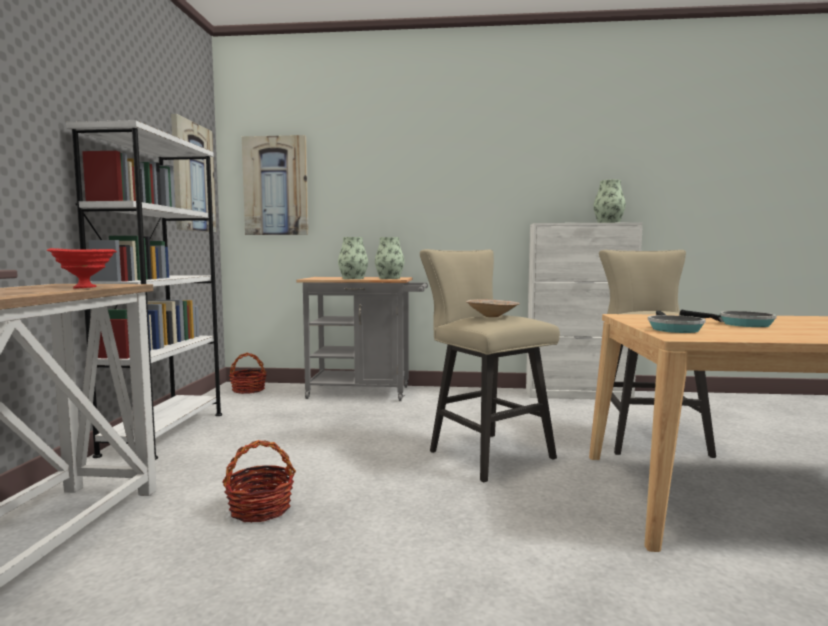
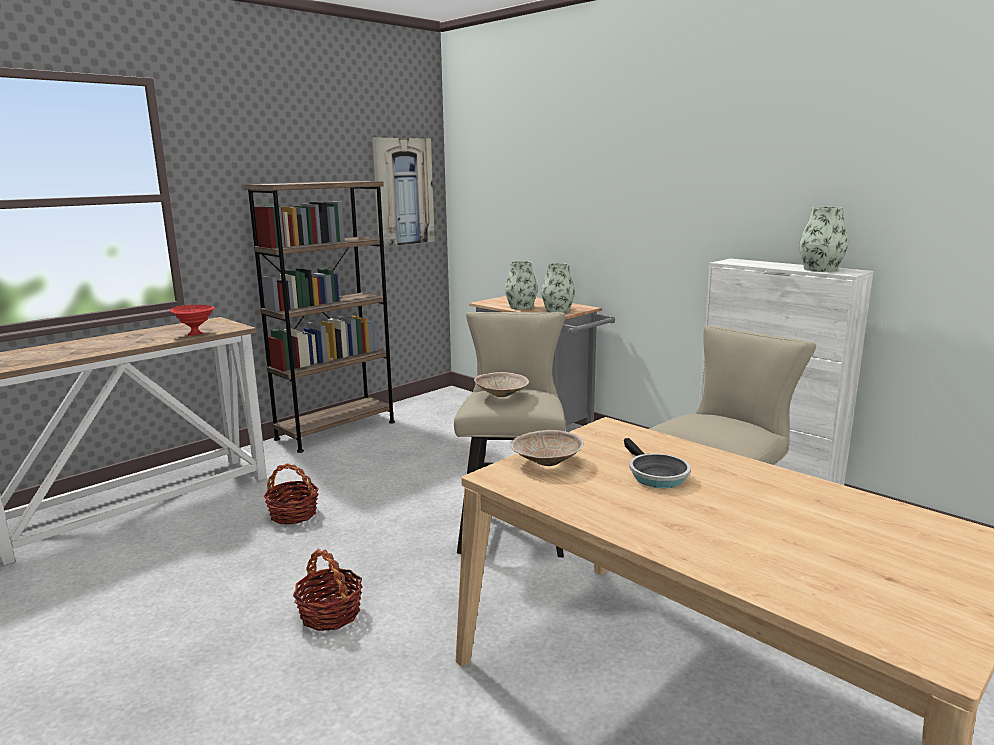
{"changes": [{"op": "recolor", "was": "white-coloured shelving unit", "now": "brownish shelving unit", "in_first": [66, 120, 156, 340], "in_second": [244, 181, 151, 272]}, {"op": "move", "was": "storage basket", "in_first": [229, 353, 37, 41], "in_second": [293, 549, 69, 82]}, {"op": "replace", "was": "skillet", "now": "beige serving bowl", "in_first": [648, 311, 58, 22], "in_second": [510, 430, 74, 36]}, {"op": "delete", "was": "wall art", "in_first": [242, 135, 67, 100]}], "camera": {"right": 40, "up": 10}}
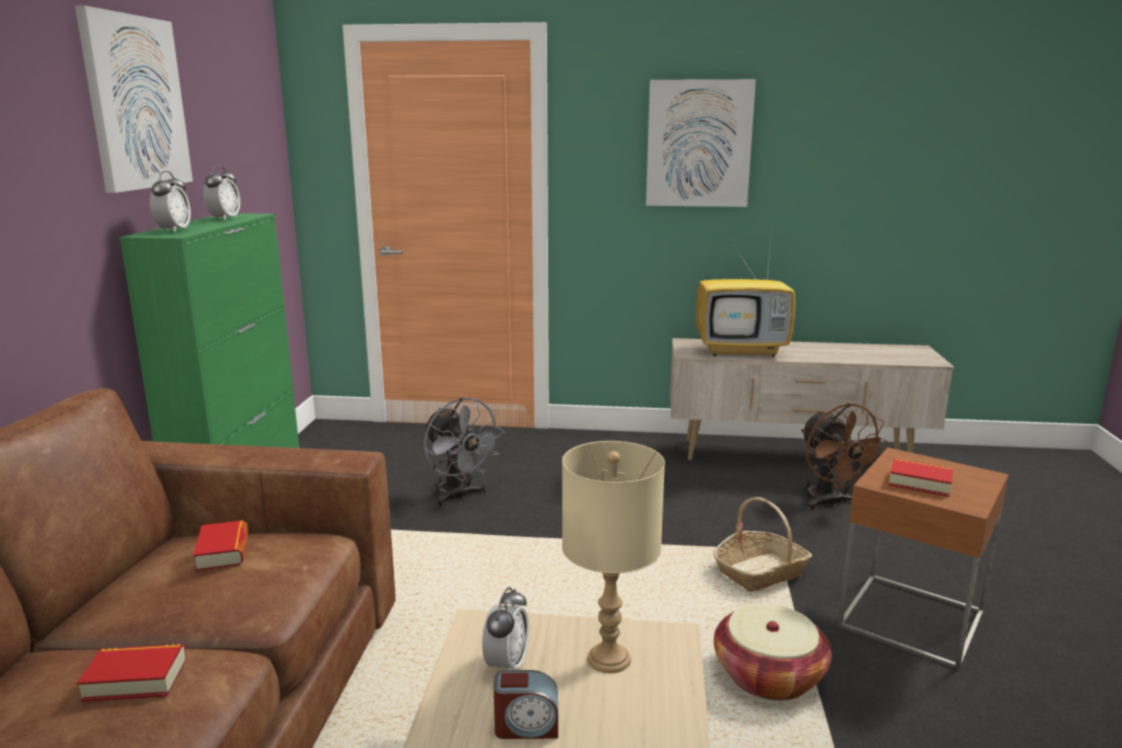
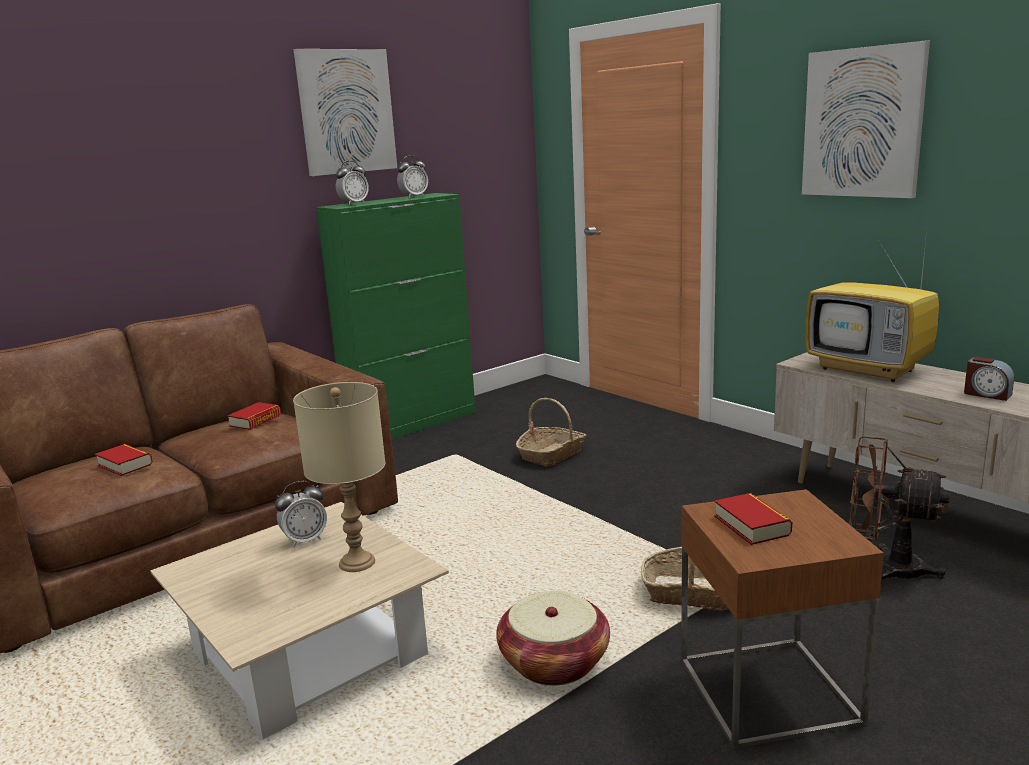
{"changes": [{"op": "replace", "was": "greyish electric fan", "now": "storage basket", "in_first": [424, 397, 81, 110], "in_second": [516, 398, 70, 69]}, {"op": "rotate", "was": "brownish electric fan", "in_first": [801, 403, 88, 107], "in_second": [849, 436, 101, 148], "clockwise": 90}, {"op": "move", "was": "bedside clock", "in_first": [494, 670, 64, 69], "in_second": [964, 357, 50, 44]}], "camera": {"right": 45, "up": 0}}
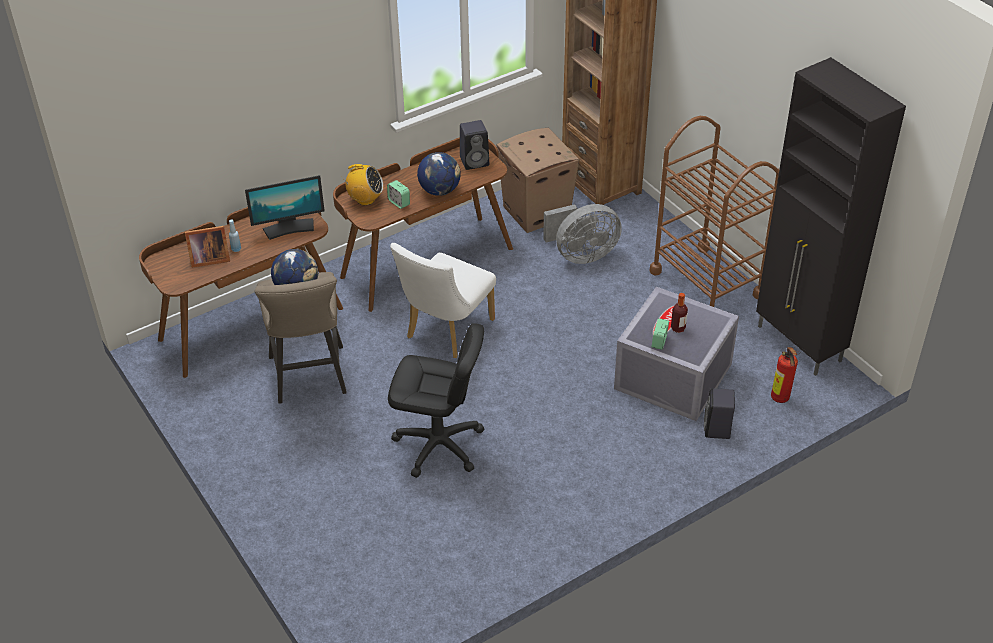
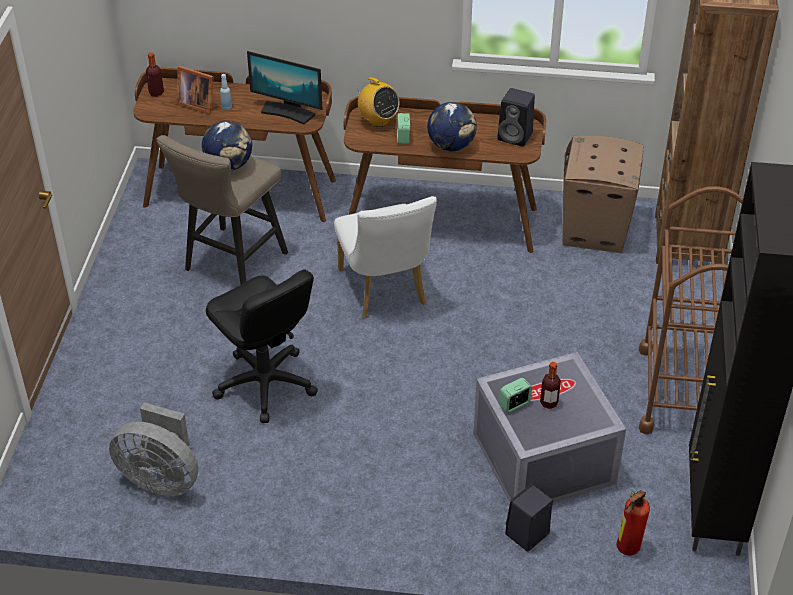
{"changes": [{"op": "move", "was": "greyish electric fan", "in_first": [543, 204, 79, 60], "in_second": [109, 402, 89, 94]}, {"op": "insert", "now": "drink bottle", "in_second": [146, 53, 18, 44]}, {"op": "rotate", "was": "white-coloured chair", "in_first": [390, 243, 106, 115], "in_second": [334, 196, 103, 122], "clockwise": -90}], "camera": {"right": 40, "up": 0}}
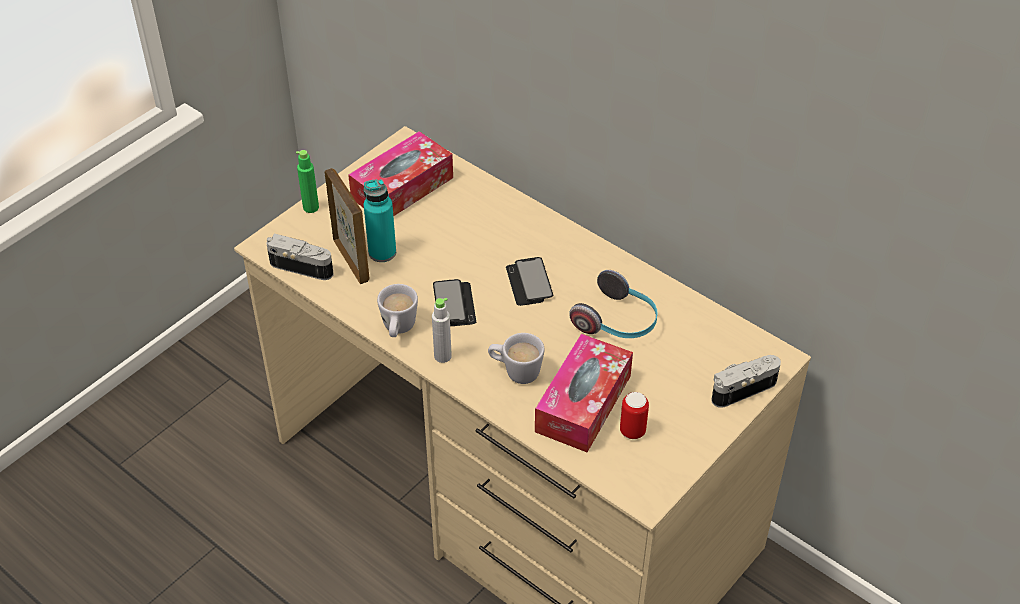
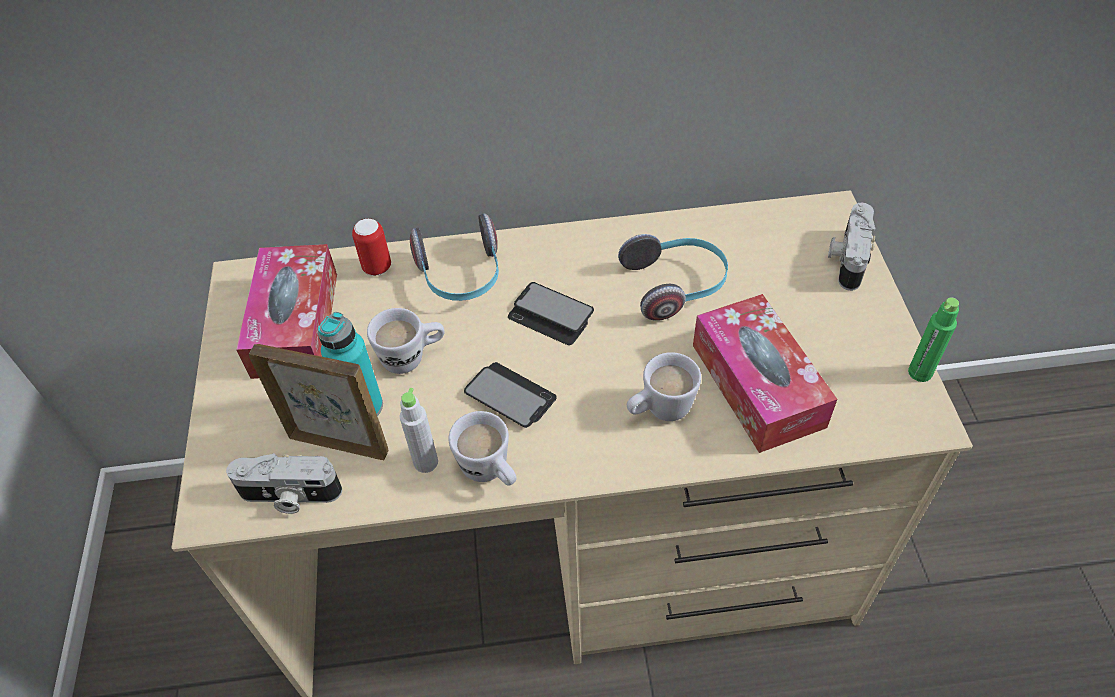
{"changes": [{"op": "rotate", "was": "still camera", "in_first": [266, 233, 67, 47], "in_second": [226, 453, 116, 61], "clockwise": -150}, {"op": "move", "was": "metal can", "in_first": [620, 392, 29, 47], "in_second": [352, 218, 39, 58]}, {"op": "insert", "now": "white-coloured tea mug", "in_second": [367, 308, 78, 66]}, {"op": "move", "was": "greyish drink bottle", "in_first": [432, 298, 20, 65], "in_second": [399, 388, 39, 85]}, {"op": "insert", "now": "headset", "in_second": [410, 214, 89, 87]}, {"op": "move", "was": "greenish drink bottle", "in_first": [296, 150, 23, 63], "in_second": [908, 297, 51, 85]}], "camera": {"right": -45, "up": 5}}
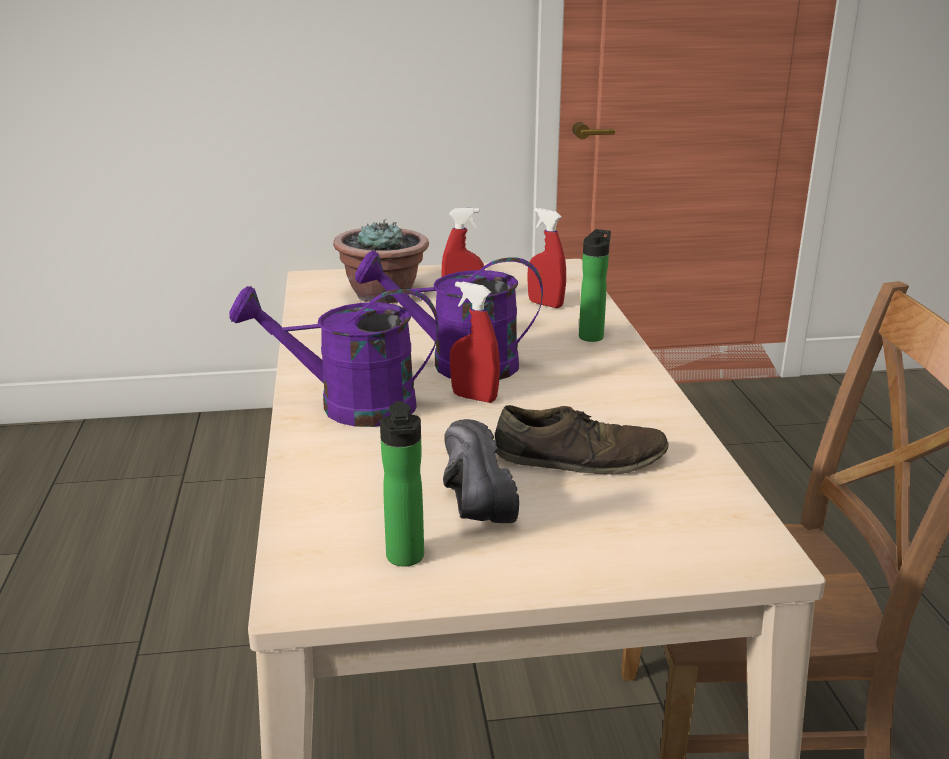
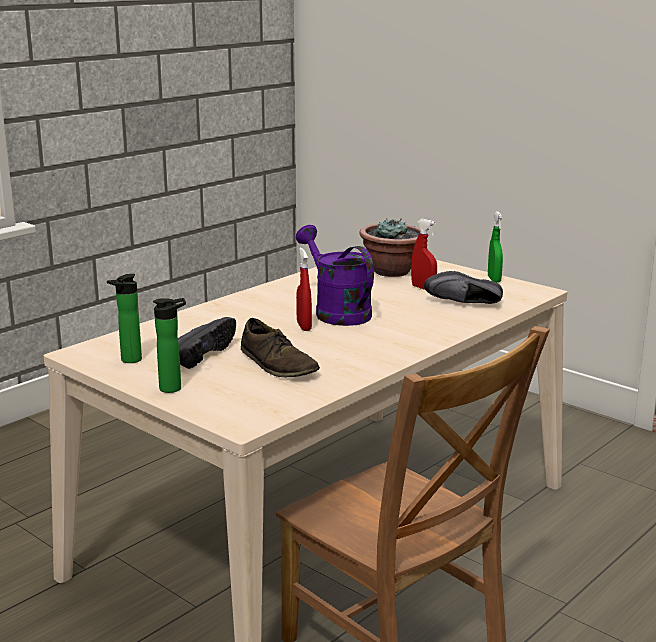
{"changes": [{"op": "move", "was": "drink bottle", "in_first": [579, 229, 32, 113], "in_second": [153, 298, 33, 95]}, {"op": "replace", "was": "red-coloured sprayer", "now": "black shoe", "in_first": [527, 208, 39, 100], "in_second": [424, 271, 79, 33]}, {"op": "insert", "now": "greenish sprayer", "in_second": [488, 212, 15, 71]}, {"op": "delete", "was": "purple sprinkling can", "in_first": [229, 286, 210, 141]}], "camera": {"right": 50, "up": -5}}
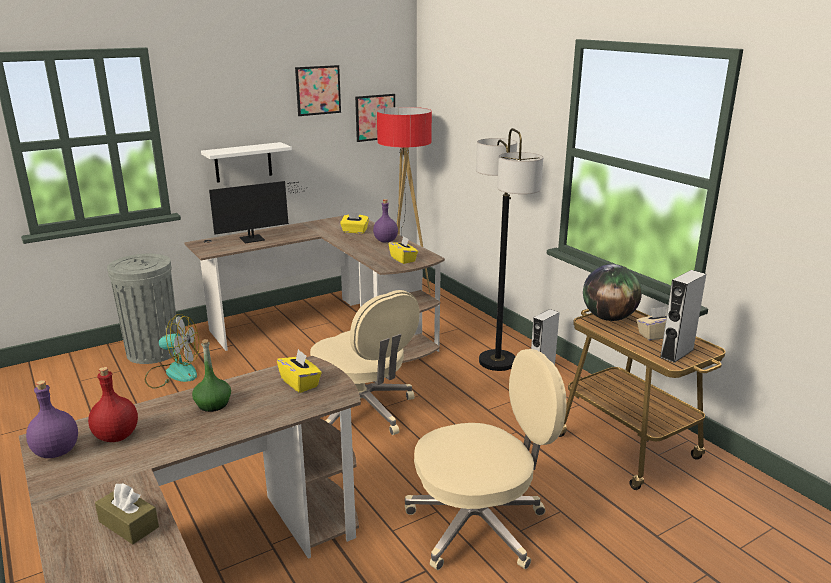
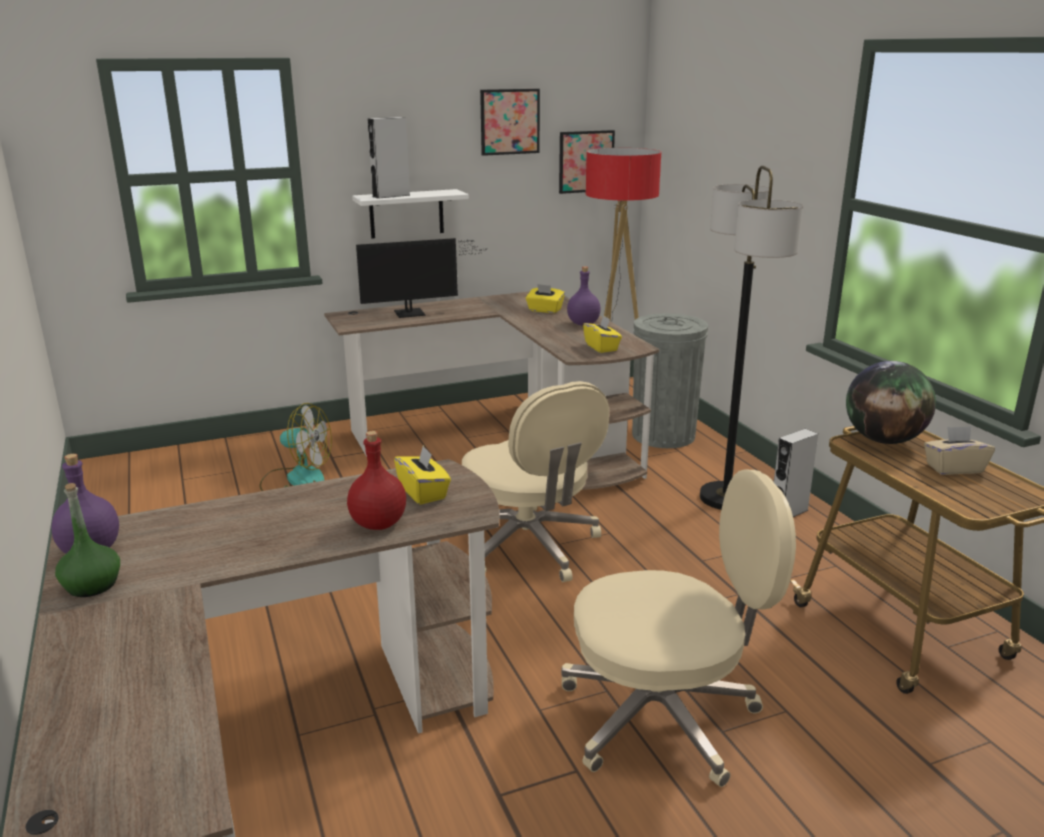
{"changes": [{"op": "move", "was": "greenish drink bottle", "in_first": [192, 339, 39, 73], "in_second": [55, 483, 65, 114]}, {"op": "move", "was": "red-coloured drink bottle", "in_first": [88, 367, 50, 75], "in_second": [347, 431, 59, 99]}, {"op": "move", "was": "greyish speaker", "in_first": [660, 270, 46, 93], "in_second": [368, 117, 43, 82]}, {"op": "move", "was": "greyish trash can", "in_first": [107, 254, 71, 110], "in_second": [632, 313, 76, 135]}, {"op": "delete", "was": "brownish tissue box", "in_first": [95, 483, 64, 61]}], "camera": {"right": 10, "up": 0}}
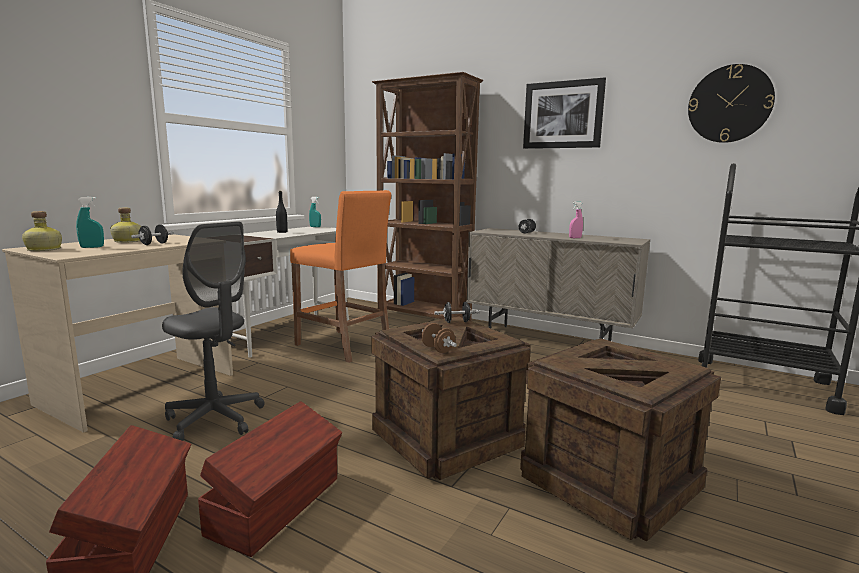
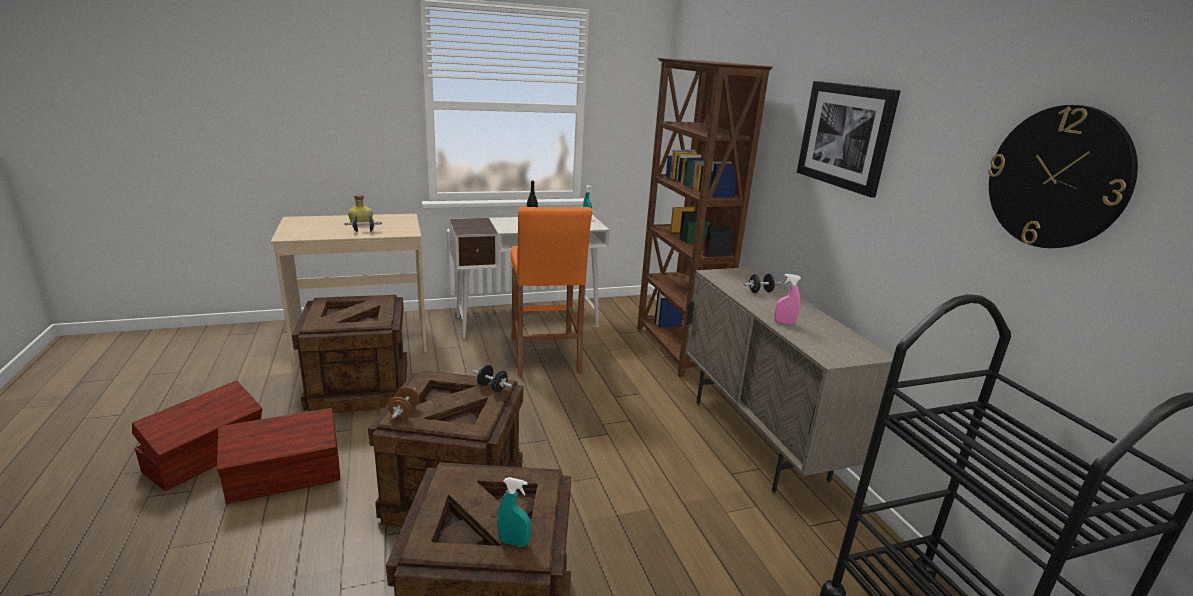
{"changes": [{"op": "replace", "was": "greyish computer chair", "now": "crate", "in_first": [162, 222, 103, 219], "in_second": [292, 295, 115, 118]}, {"op": "move", "was": "turquoise sprayer", "in_first": [76, 197, 28, 51], "in_second": [497, 477, 34, 70]}, {"op": "delete", "was": "drink bottle", "in_first": [22, 211, 40, 40]}], "camera": {"right": 40, "up": 10}}
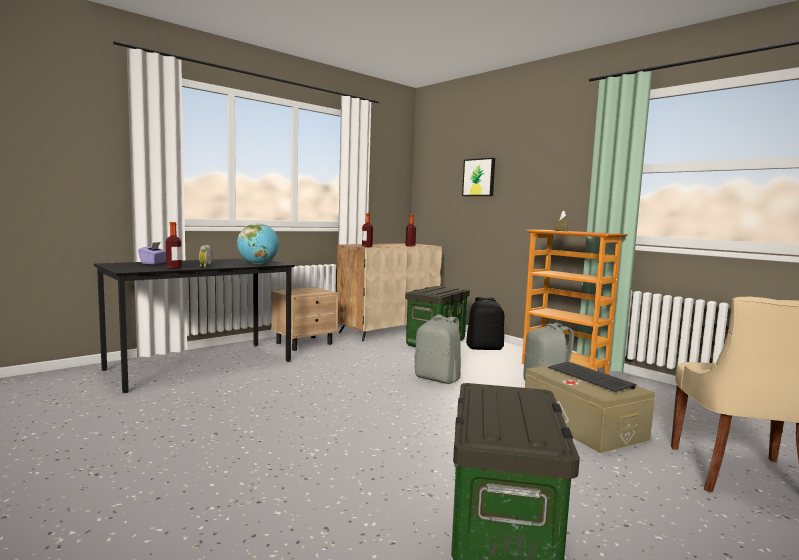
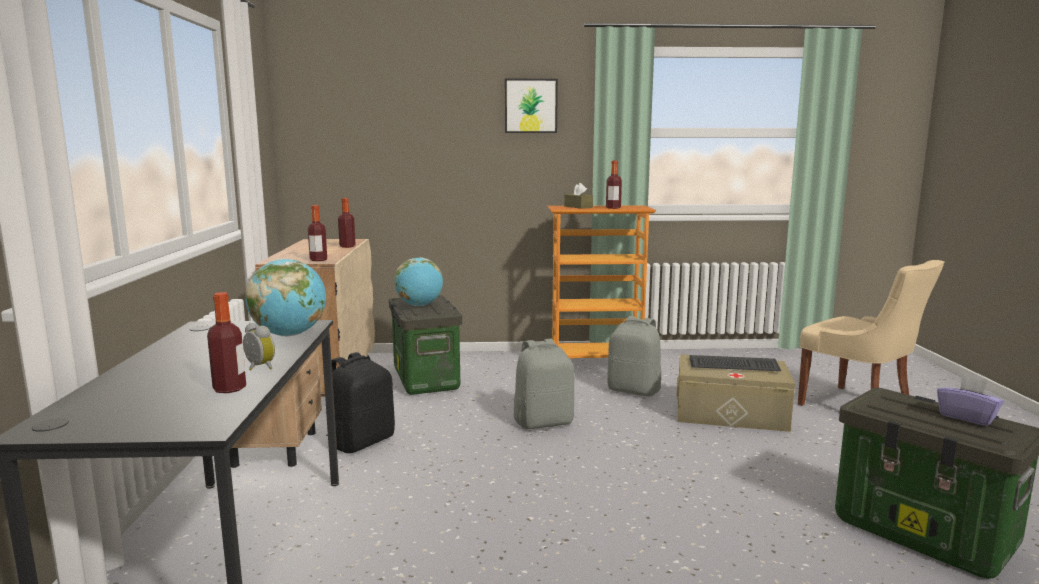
{"changes": [{"op": "move", "was": "black backpack", "in_first": [466, 297, 38, 53], "in_second": [326, 352, 69, 101]}, {"op": "insert", "now": "desk globe", "in_second": [394, 257, 49, 49]}, {"op": "move", "was": "wall art", "in_first": [462, 158, 33, 38], "in_second": [505, 79, 53, 54]}, {"op": "insert", "now": "drink bottle", "in_second": [606, 161, 16, 48]}, {"op": "move", "was": "purple tissue box", "in_first": [138, 242, 28, 22], "in_second": [937, 375, 67, 51]}], "camera": {"right": -50, "up": 5}}
